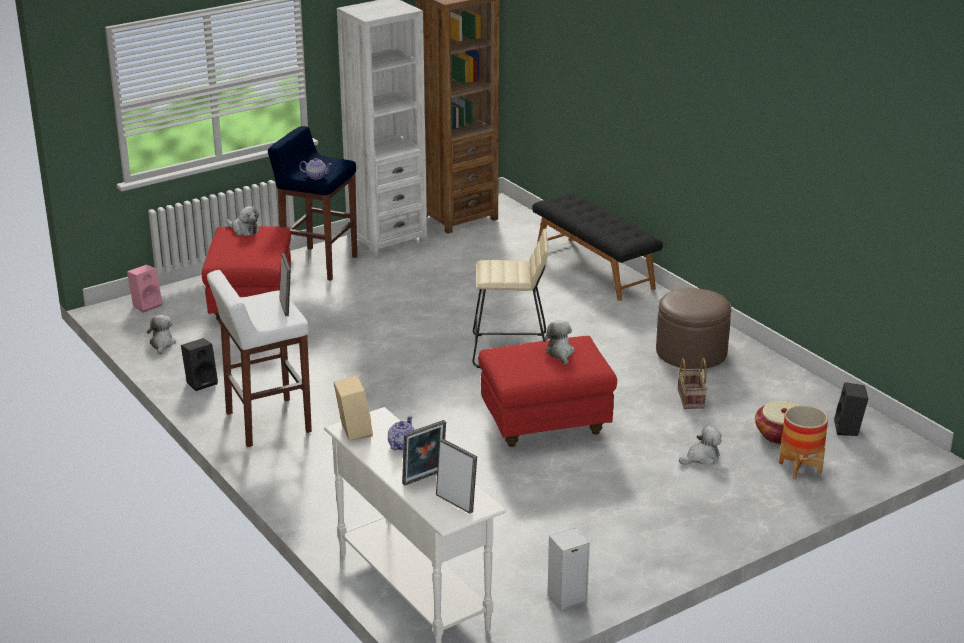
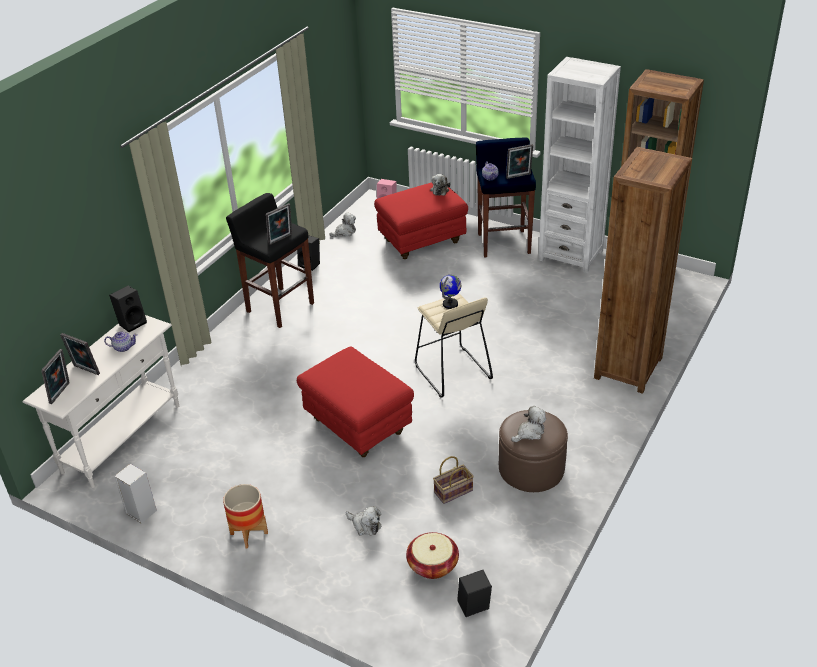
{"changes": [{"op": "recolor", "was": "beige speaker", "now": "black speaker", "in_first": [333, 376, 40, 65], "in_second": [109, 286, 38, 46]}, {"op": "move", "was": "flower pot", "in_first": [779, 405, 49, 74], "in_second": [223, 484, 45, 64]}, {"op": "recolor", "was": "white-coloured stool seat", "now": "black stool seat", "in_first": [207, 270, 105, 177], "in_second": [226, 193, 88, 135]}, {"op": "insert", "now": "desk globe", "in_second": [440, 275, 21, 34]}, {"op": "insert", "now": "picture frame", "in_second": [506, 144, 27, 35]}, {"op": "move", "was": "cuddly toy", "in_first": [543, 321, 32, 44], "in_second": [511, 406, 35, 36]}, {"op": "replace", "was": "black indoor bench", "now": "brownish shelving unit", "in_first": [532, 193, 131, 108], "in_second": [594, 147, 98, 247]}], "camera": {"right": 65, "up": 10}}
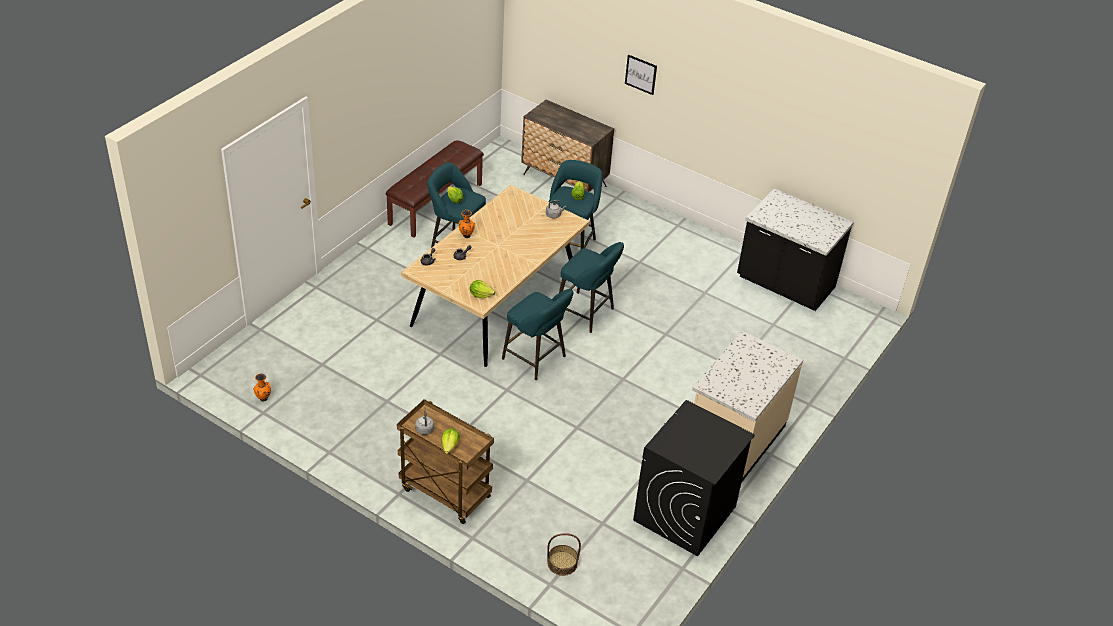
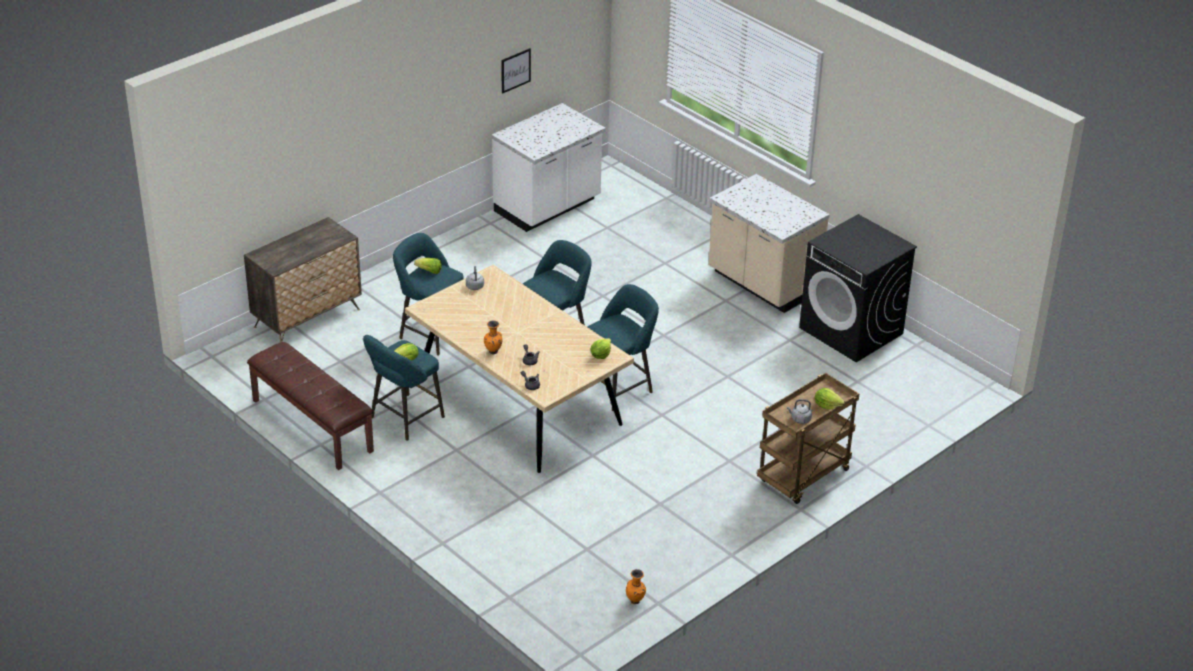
{"changes": [{"op": "recolor", "was": "black kitchen counter", "now": "white-coloured kitchen counter", "in_first": [737, 188, 117, 123], "in_second": [491, 103, 115, 129]}, {"op": "move", "was": "wall art", "in_first": [625, 55, 32, 40], "in_second": [501, 48, 30, 46]}, {"op": "delete", "was": "storage basket", "in_first": [547, 533, 34, 43]}], "camera": {"right": -75, "up": -5}}
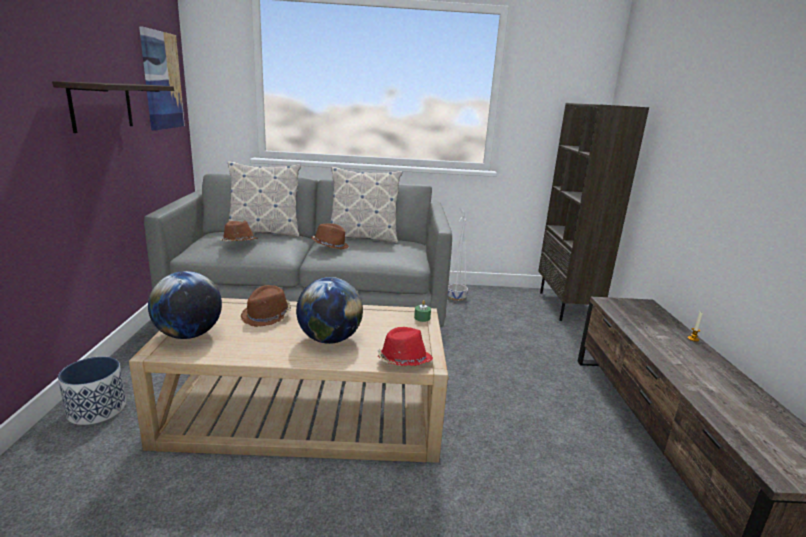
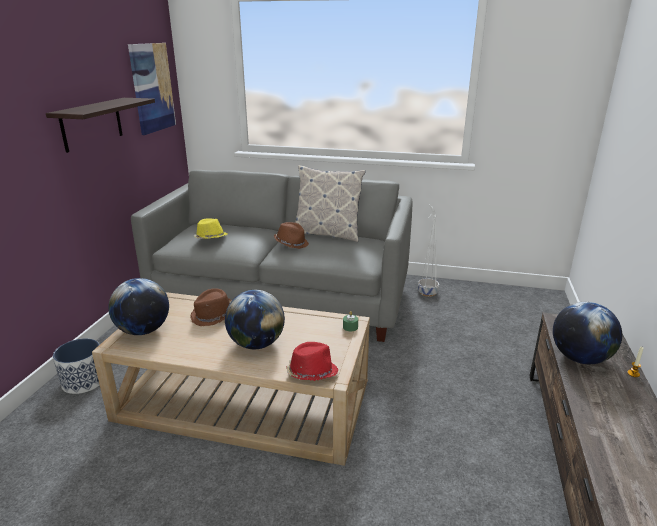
{"changes": [{"op": "recolor", "was": "brownish clothing hat", "now": "yellow-coloured clothing hat", "in_first": [219, 221, 39, 20], "in_second": [194, 218, 34, 21]}, {"op": "insert", "now": "desk globe", "in_second": [553, 302, 69, 62]}, {"op": "delete", "was": "pillow", "in_first": [228, 161, 73, 76]}, {"op": "delete", "was": "brownish shelving unit", "in_first": [538, 103, 111, 218]}], "camera": {"right": 15, "up": 5}}
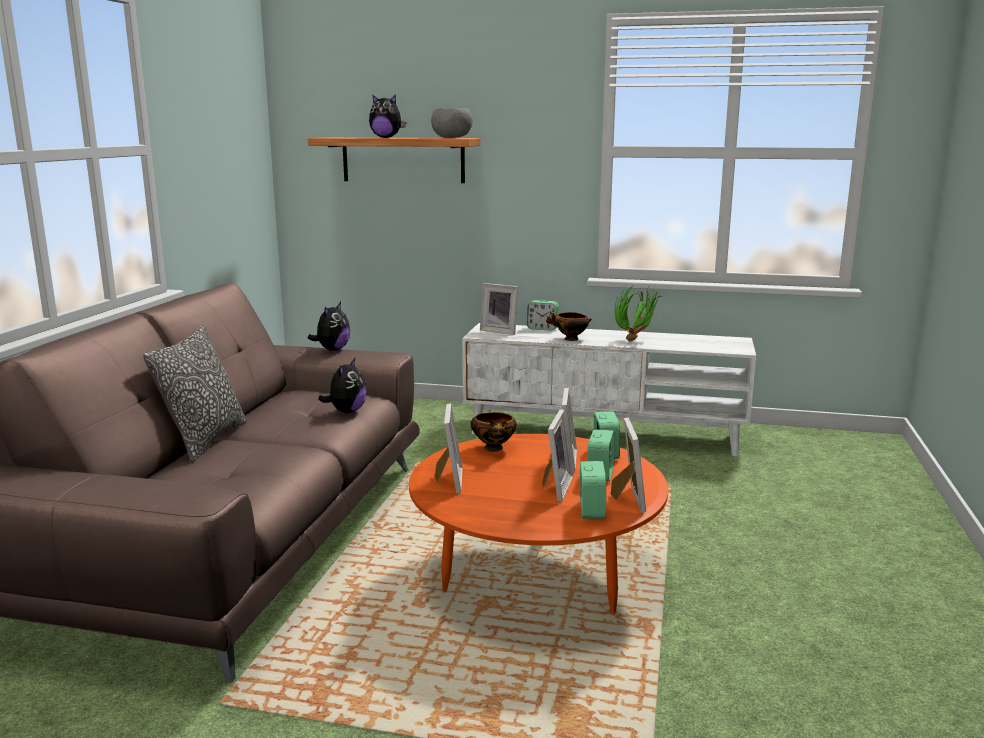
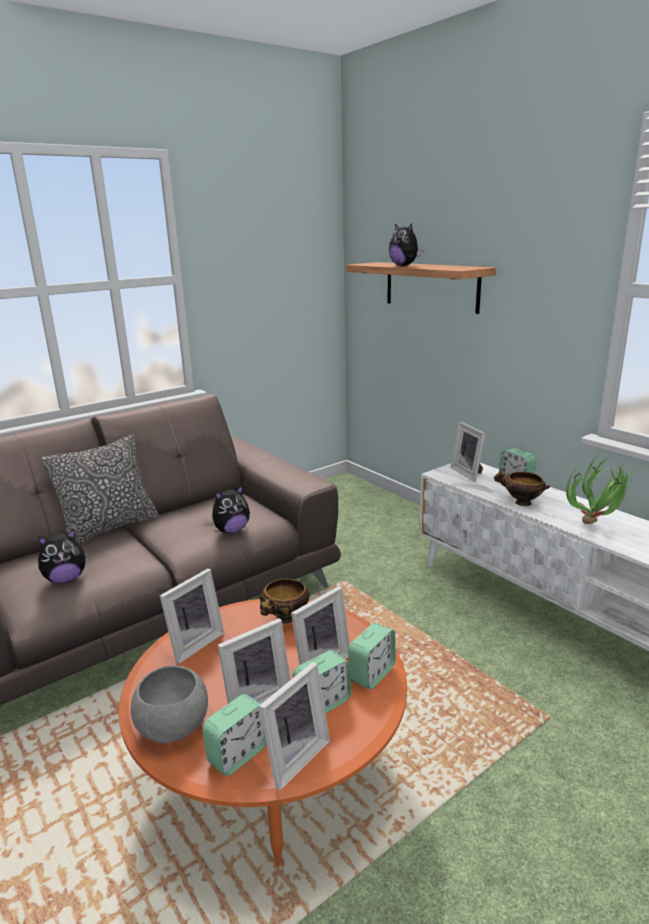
{"changes": [{"op": "move", "was": "cuddly toy", "in_first": [308, 302, 42, 49], "in_second": [38, 528, 50, 55]}, {"op": "move", "was": "greyish serving bowl", "in_first": [431, 108, 42, 30], "in_second": [131, 666, 77, 77]}], "camera": {"right": 40, "up": 5}}
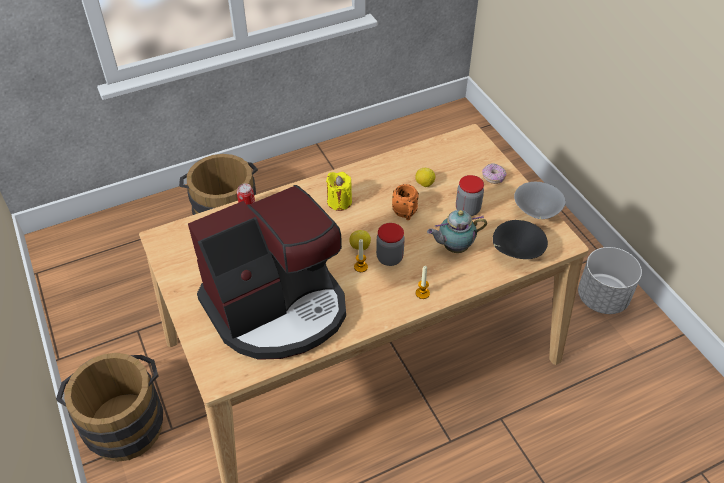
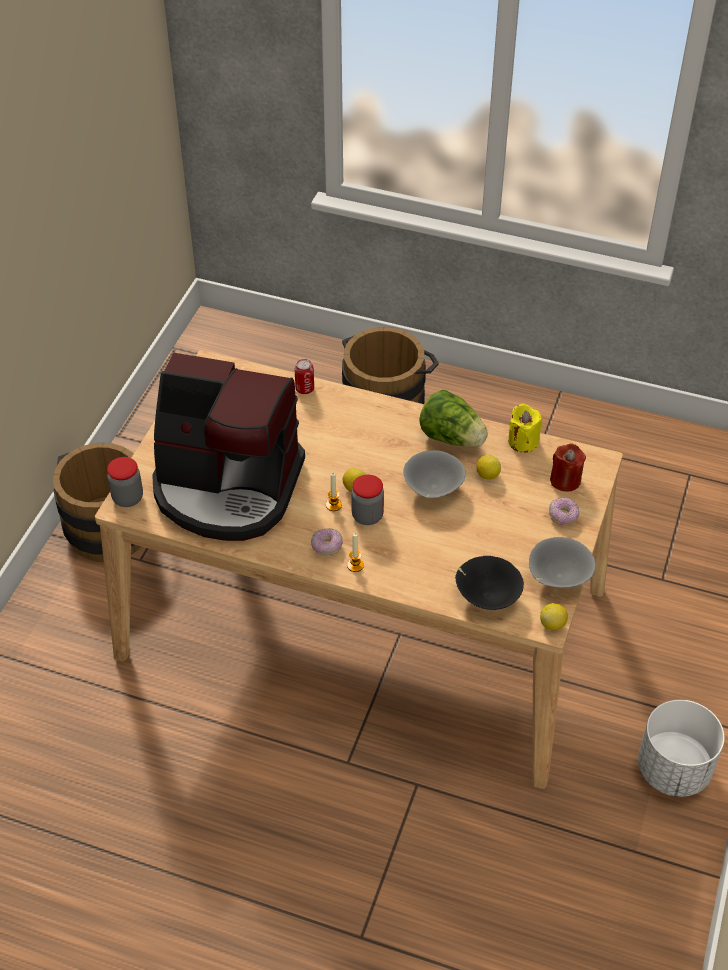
{"changes": [{"op": "move", "was": "preserve jar", "in_first": [456, 175, 28, 41], "in_second": [107, 457, 36, 50]}, {"op": "insert", "now": "doughnut", "in_second": [311, 528, 32, 27]}, {"op": "replace", "was": "orange tea mug", "now": "greyish serving bowl", "in_first": [392, 184, 27, 36], "in_second": [403, 450, 63, 48]}, {"op": "insert", "now": "head of lettuce", "in_second": [419, 390, 69, 57]}, {"op": "move", "was": "yellow-coloured wax light", "in_first": [326, 172, 26, 39], "in_second": [508, 403, 34, 50]}, {"op": "insert", "now": "lemon", "in_second": [540, 603, 28, 28]}, {"op": "insert", "now": "red-coloured wax light", "in_second": [550, 444, 36, 47]}, {"op": "delete", "was": "tea pot", "in_first": [427, 210, 60, 43]}], "camera": {"right": 45, "up": 0}}
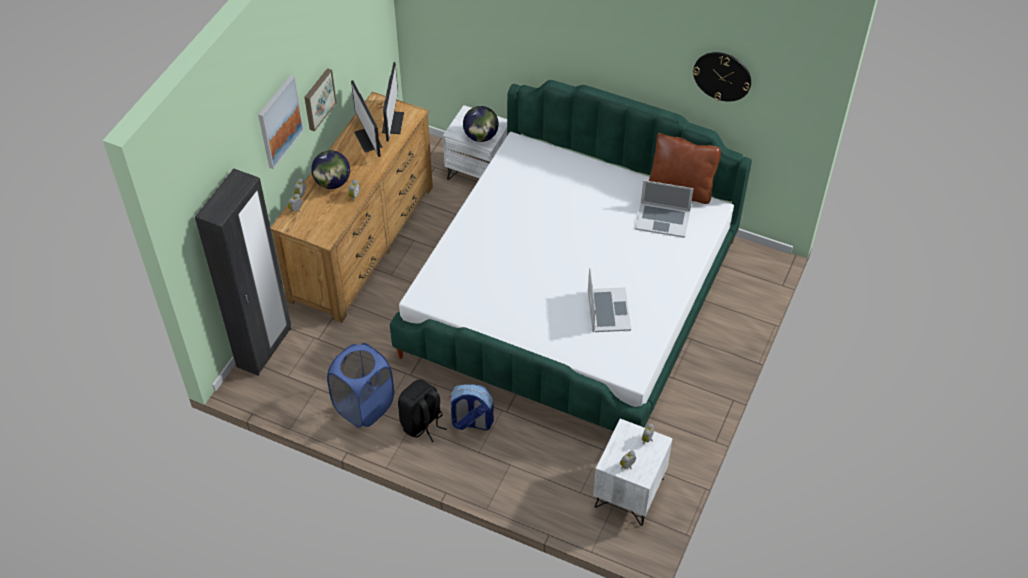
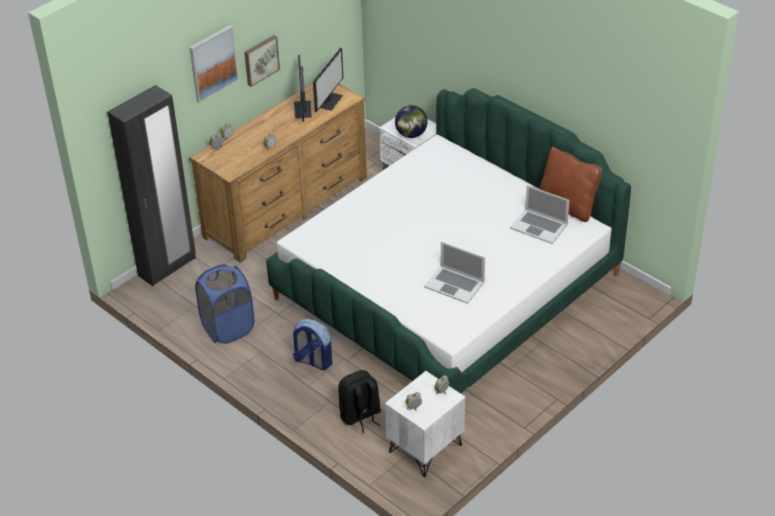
{"changes": [{"op": "move", "was": "black backpack", "in_first": [398, 379, 48, 63], "in_second": [338, 370, 43, 63]}, {"op": "rotate", "was": "portable computer", "in_first": [588, 268, 43, 64], "in_second": [424, 242, 61, 62], "clockwise": 105}, {"op": "delete", "was": "desk globe", "in_first": [311, 150, 39, 39]}, {"op": "delete", "was": "wall clock", "in_first": [693, 52, 58, 50]}], "camera": {"right": 20, "up": -10}}
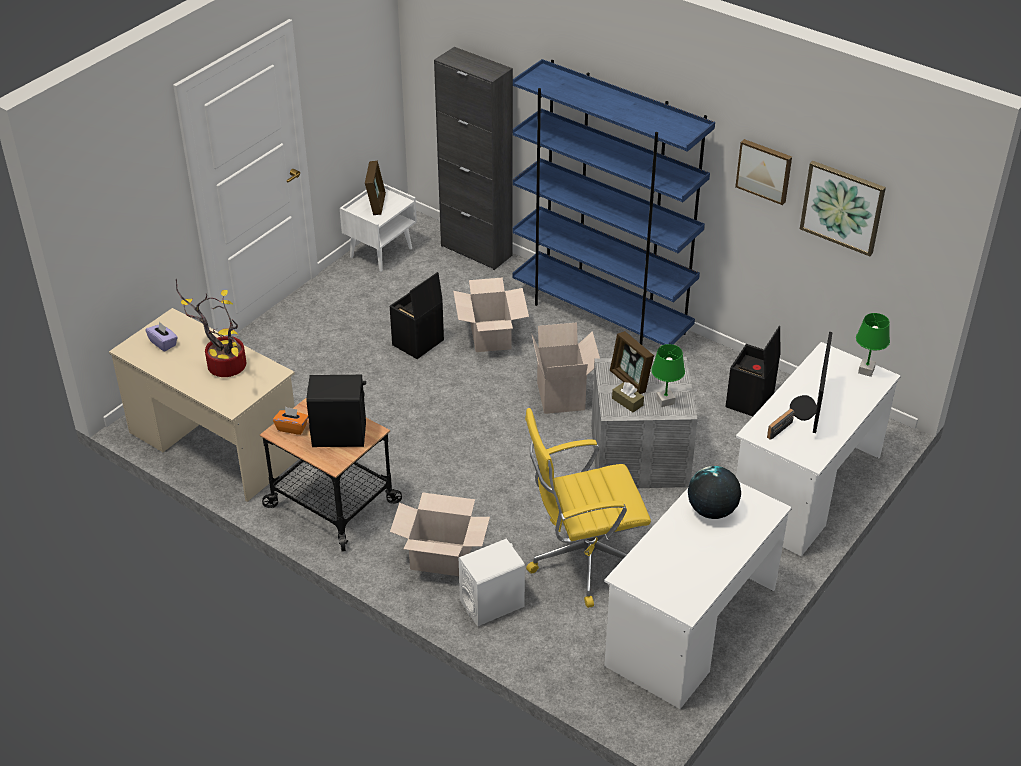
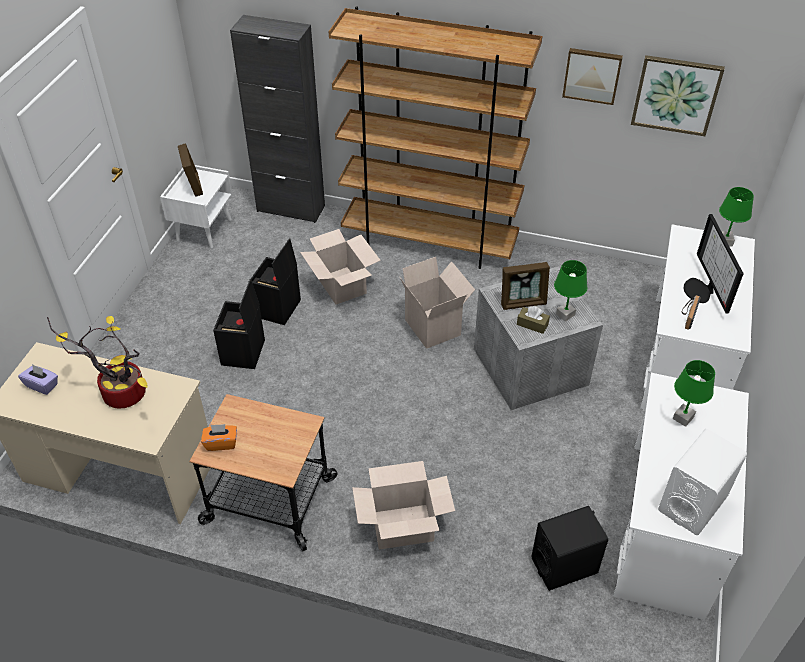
{"changes": [{"op": "move", "was": "black storage bin", "in_first": [725, 326, 55, 90], "in_second": [213, 279, 52, 90]}, {"op": "recolor", "was": "blue shelving unit", "now": "brownish shelving unit", "in_first": [513, 59, 202, 286], "in_second": [329, 7, 213, 262]}, {"op": "rotate", "was": "picture frame", "in_first": [610, 331, 44, 63], "in_second": [501, 262, 49, 48], "clockwise": -45}, {"op": "move", "was": "black speaker", "in_first": [306, 375, 60, 72], "in_second": [531, 506, 77, 85]}, {"op": "move", "was": "white-coloured speaker", "in_first": [459, 539, 66, 87], "in_second": [658, 429, 89, 106]}, {"op": "replace", "was": "desk globe", "now": "greenish lamp for a table", "in_first": [688, 466, 53, 53], "in_second": [673, 360, 42, 67]}, {"op": "delete", "was": "yellow-coloured computer chair", "in_first": [525, 408, 126, 200]}], "camera": {"right": -20, "up": 5}}
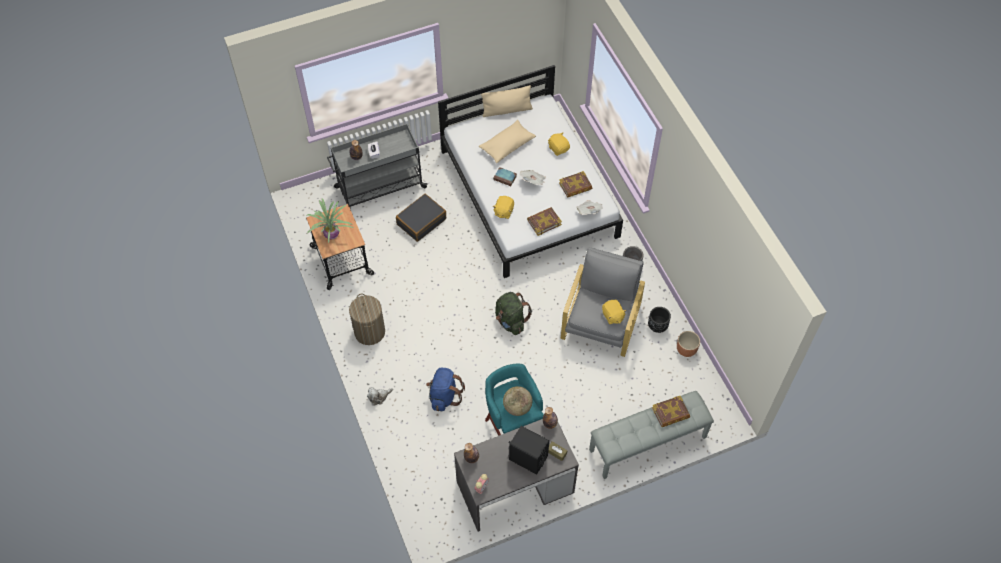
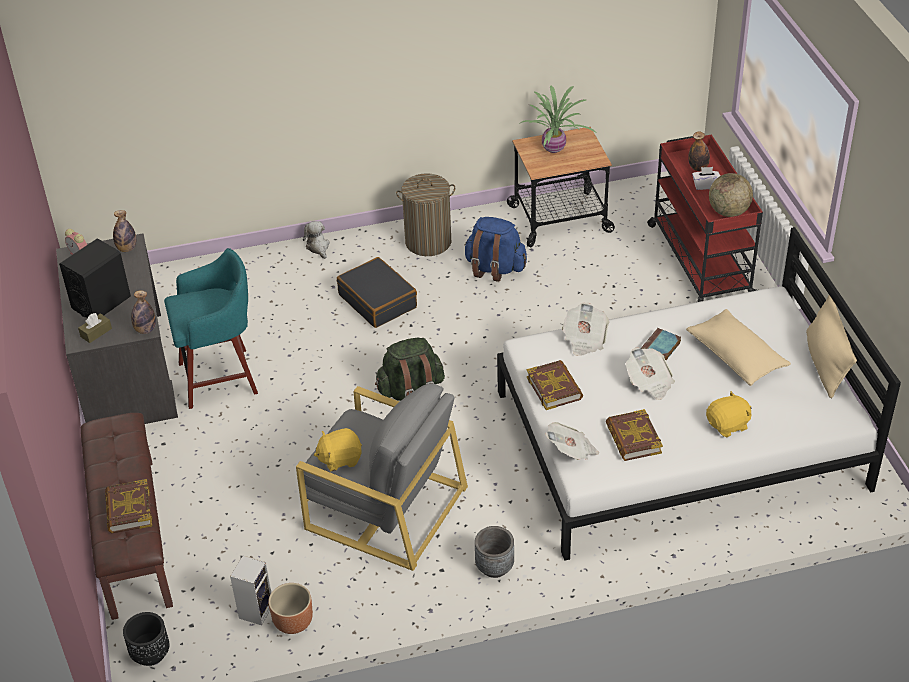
{"changes": [{"op": "recolor", "was": "greyish indoor bench", "now": "brownish indoor bench", "in_first": [589, 391, 125, 88], "in_second": [81, 413, 92, 207]}, {"op": "move", "was": "black flower pot", "in_first": [648, 307, 23, 26], "in_second": [123, 612, 46, 54]}, {"op": "insert", "now": "speaker", "in_second": [230, 556, 42, 69]}, {"op": "move", "was": "black travel case", "in_first": [396, 194, 50, 48], "in_second": [337, 257, 80, 71]}, {"op": "move", "was": "blue backpack", "in_first": [426, 368, 39, 43], "in_second": [464, 217, 63, 65]}, {"op": "replace", "was": "yellow-coloured cuddly toy", "now": "newspaper", "in_first": [493, 196, 21, 23], "in_second": [562, 303, 47, 53]}, {"op": "recolor", "was": "greyish wheeled cart", "now": "red-coloured wheeled cart", "in_first": [327, 124, 101, 84], "in_second": [647, 135, 116, 167]}, {"op": "move", "was": "desk globe", "in_first": [503, 386, 29, 30], "in_second": [709, 173, 44, 44]}], "camera": {"right": 100, "up": -15}}
